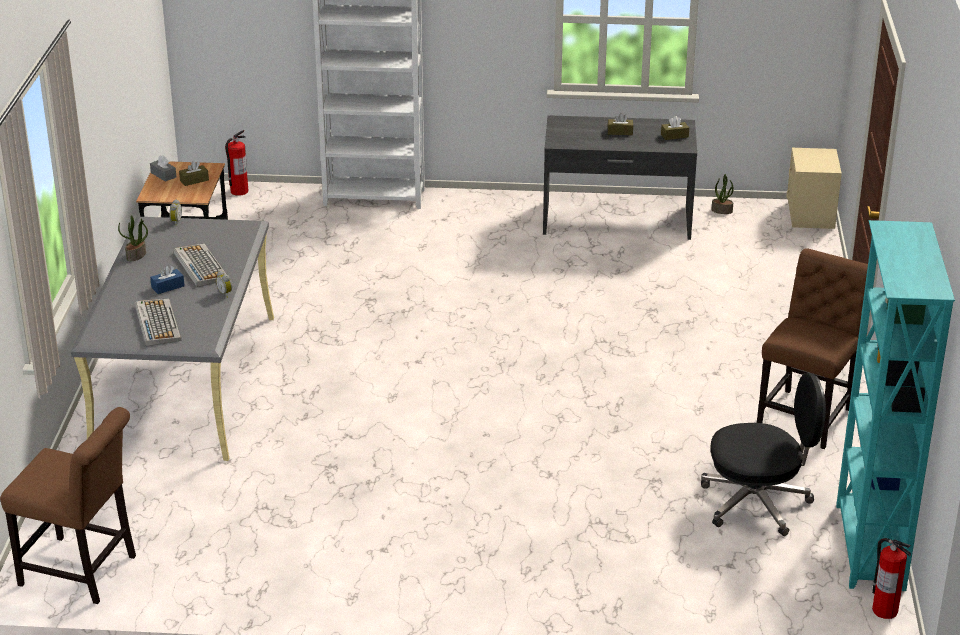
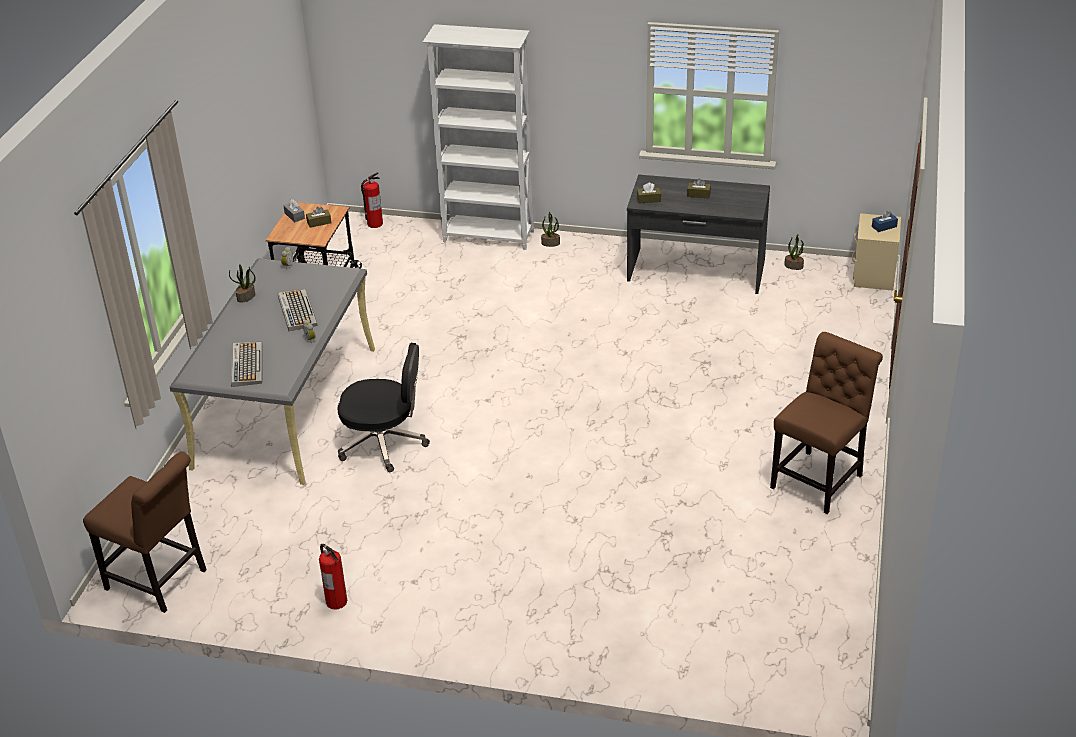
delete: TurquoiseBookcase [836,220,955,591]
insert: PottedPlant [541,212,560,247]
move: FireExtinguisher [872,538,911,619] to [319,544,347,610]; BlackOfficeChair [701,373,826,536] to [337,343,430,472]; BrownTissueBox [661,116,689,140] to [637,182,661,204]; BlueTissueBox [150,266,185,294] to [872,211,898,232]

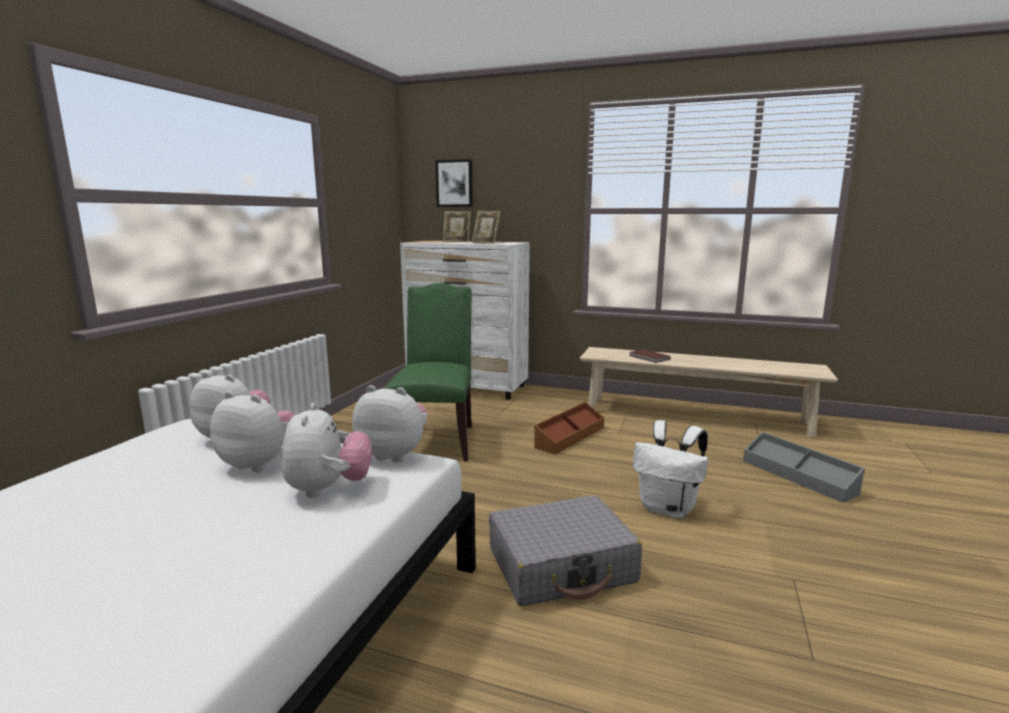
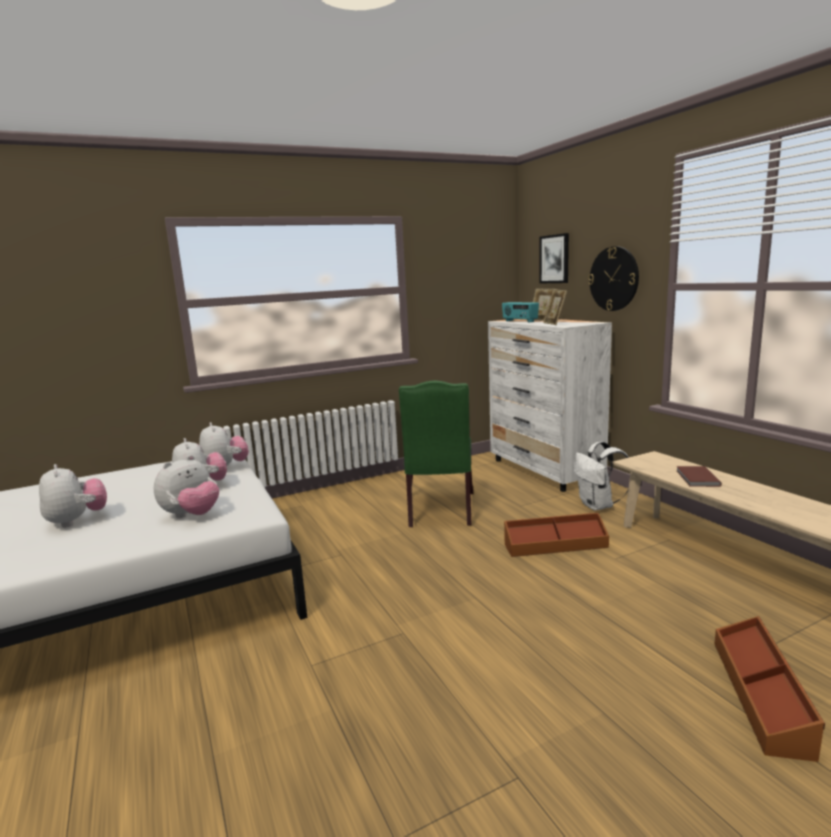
delete: GreySuitcase [489,495,642,606]
insert: Radio [502,302,539,323]; WallClock [588,246,639,311]
move: PlushToy [352,385,428,462] to [39,464,107,528]; WhiteBackpack [633,420,708,518] to [574,441,629,511]
recolor: GreyStorageBox [743,432,865,503] to BrownStorageBox [715,616,825,762]
rotate: GreenChair [384,283,472,461] = [399,381,473,527] 135 degrees clockwise

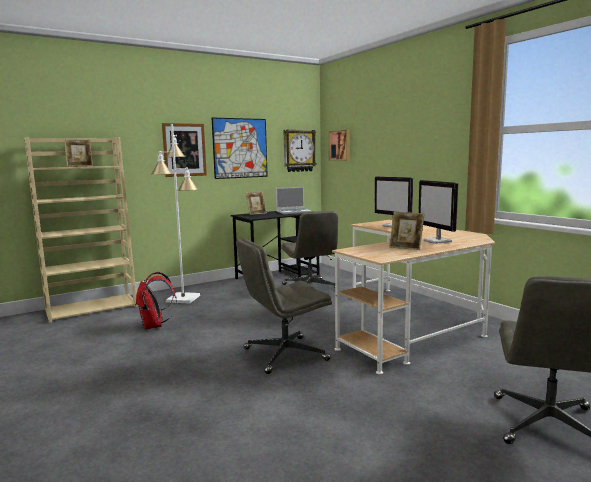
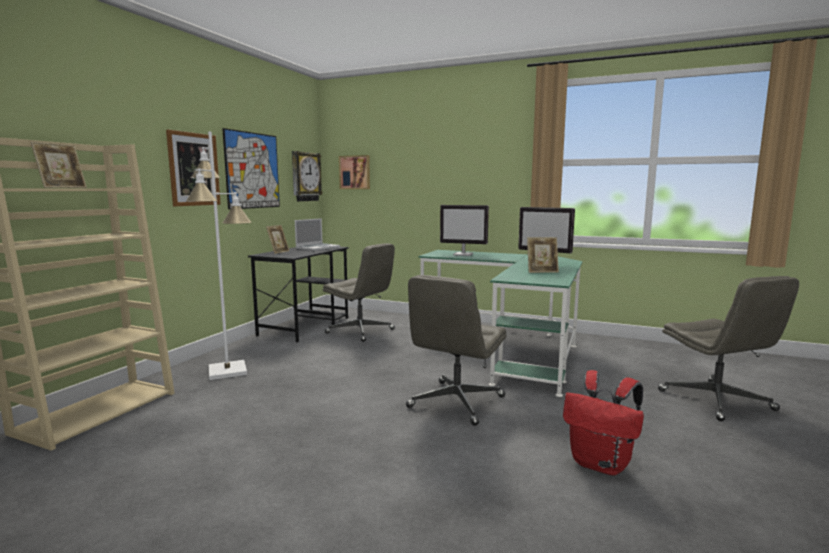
move: RedBackpack [136,272,177,329] to [563,370,644,475]
recolor: BeigeDesk [332,220,495,374] to GreenDesk [418,250,583,397]

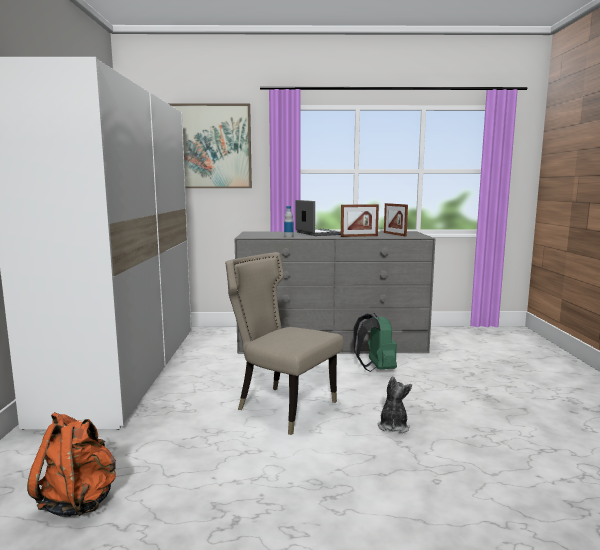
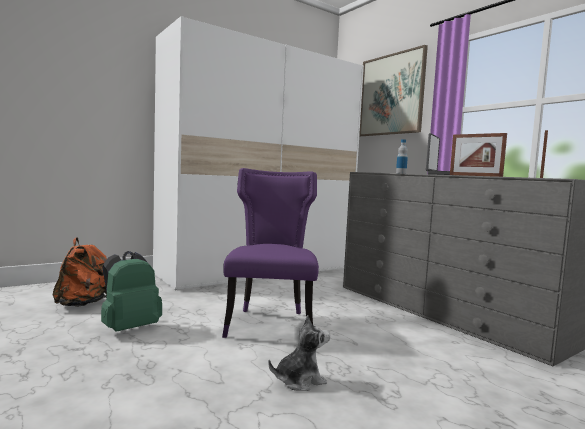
move: GreenBackpack [354,313,397,372] to [101,251,162,332]
recolor: BeigeChair [225,252,344,435] to PurpleChair [222,168,319,338]

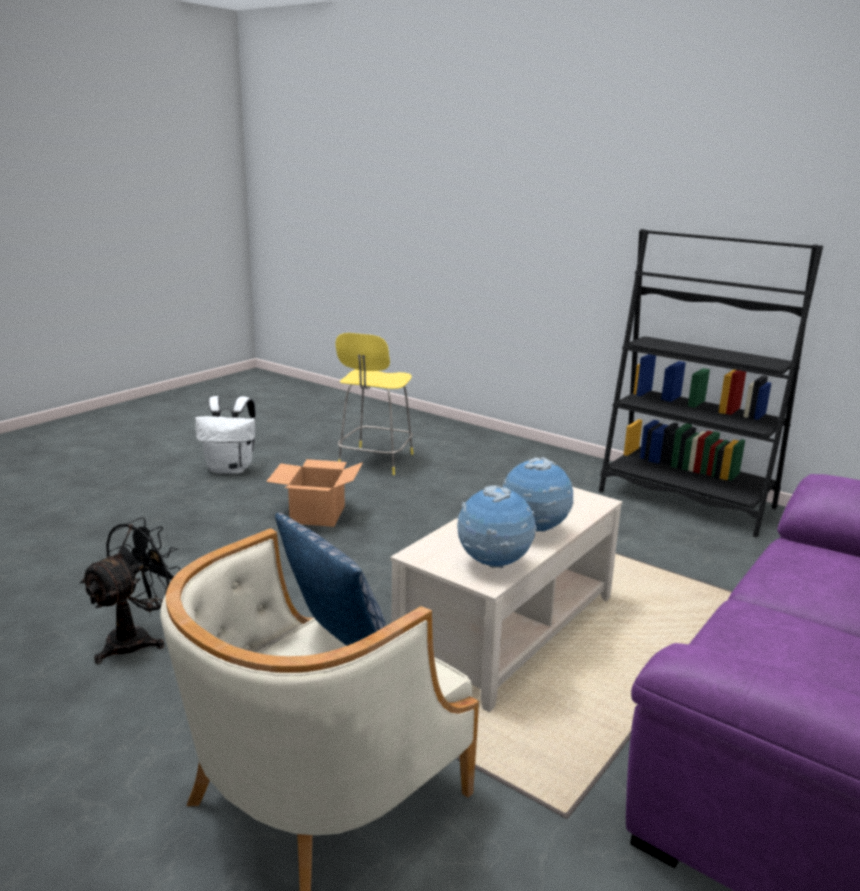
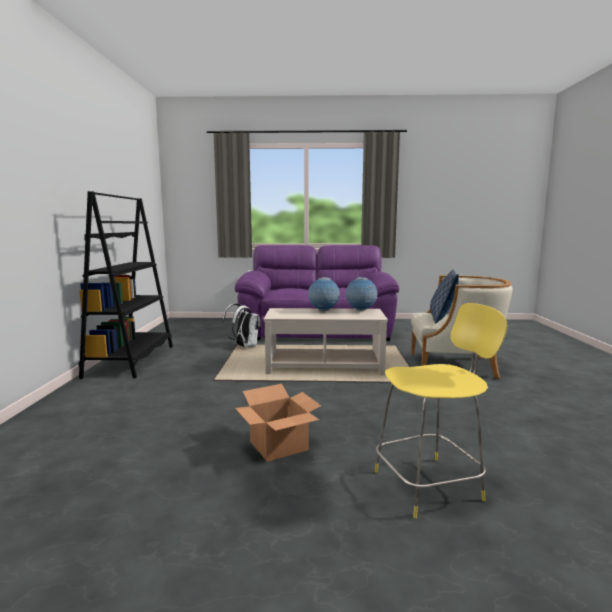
delete: BlackFan [80,517,181,664]
move: WhiteBackpack [195,396,256,474] to [222,303,261,348]; YellowStool [335,333,413,475] to [374,303,507,518]

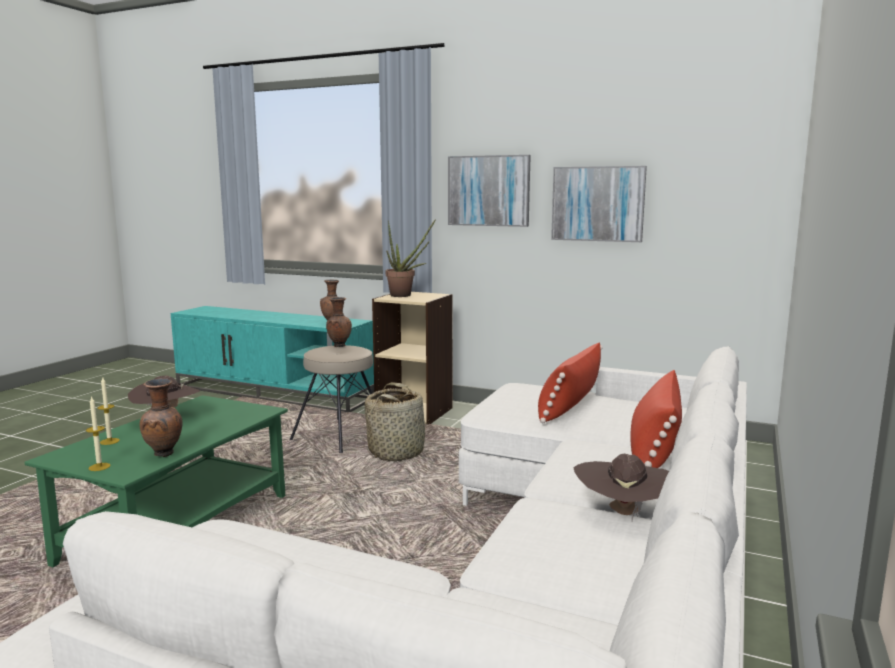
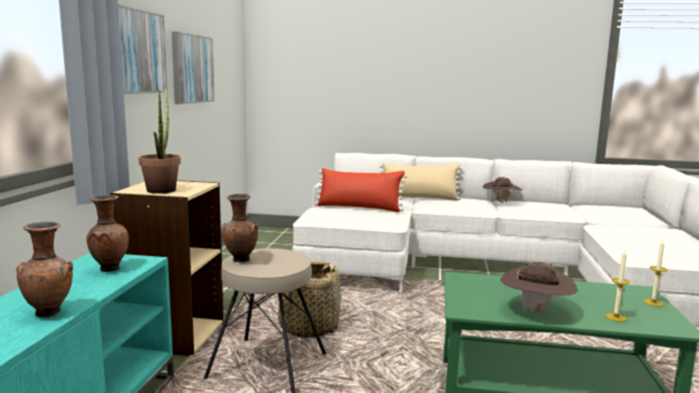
move: BrownVase [140,378,183,457] to [16,222,73,318]
recolor: RedPillow [630,370,682,468] to BeigePillow [380,163,462,201]

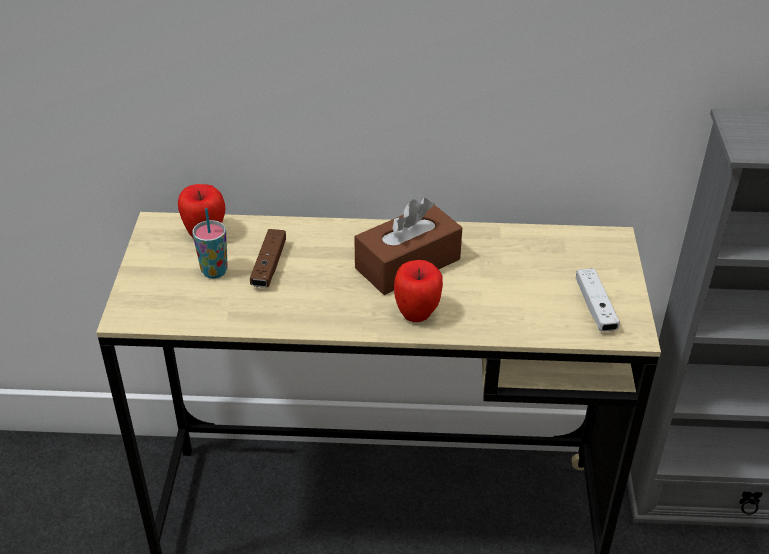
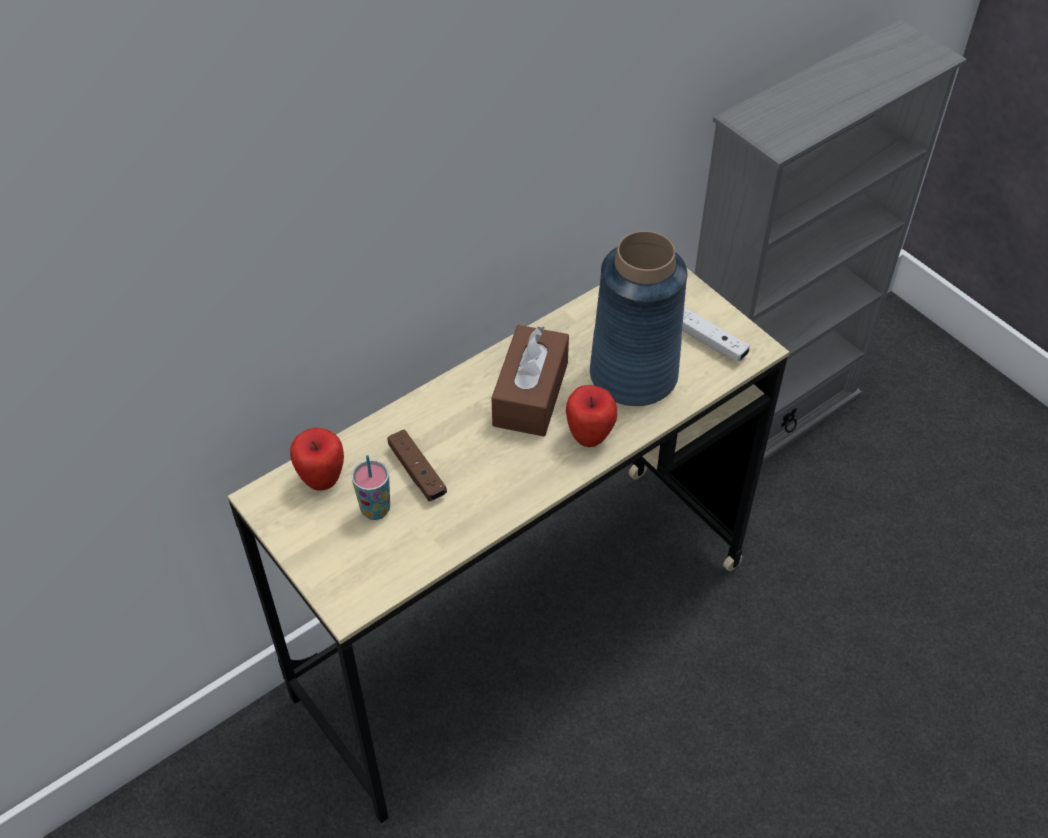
insert: BlueVase [590,231,687,406]

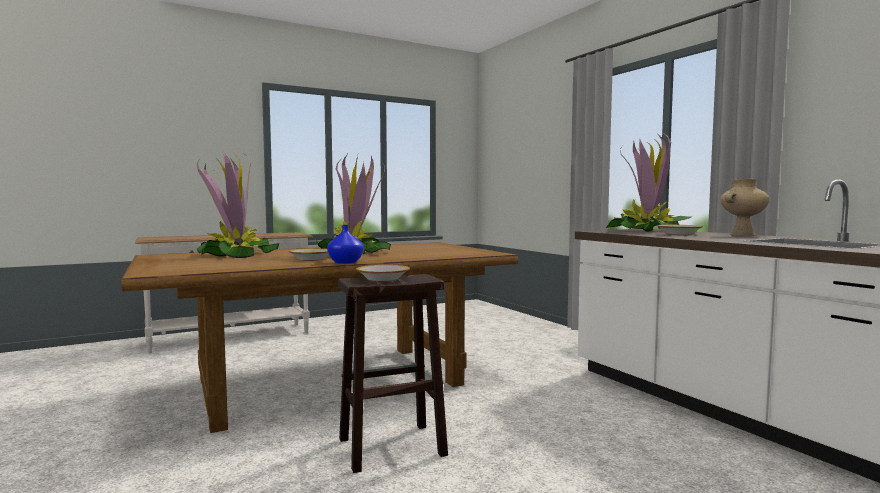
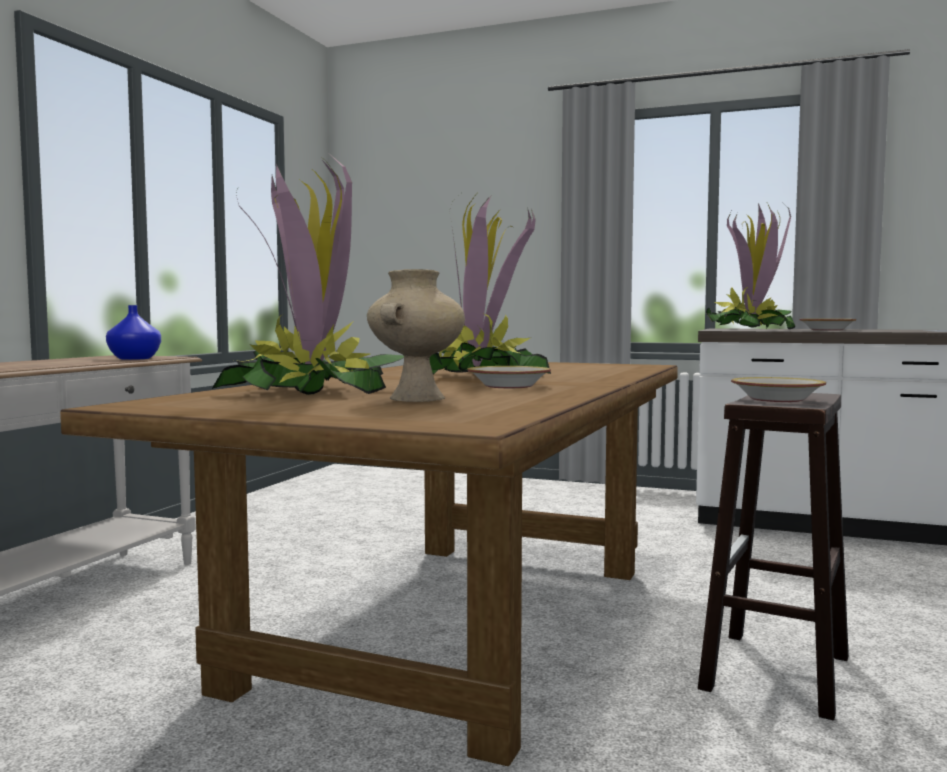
move: BlueVase [327,225,364,263] to [106,305,161,360]; BeigeVase [720,179,769,236] to [367,269,465,402]

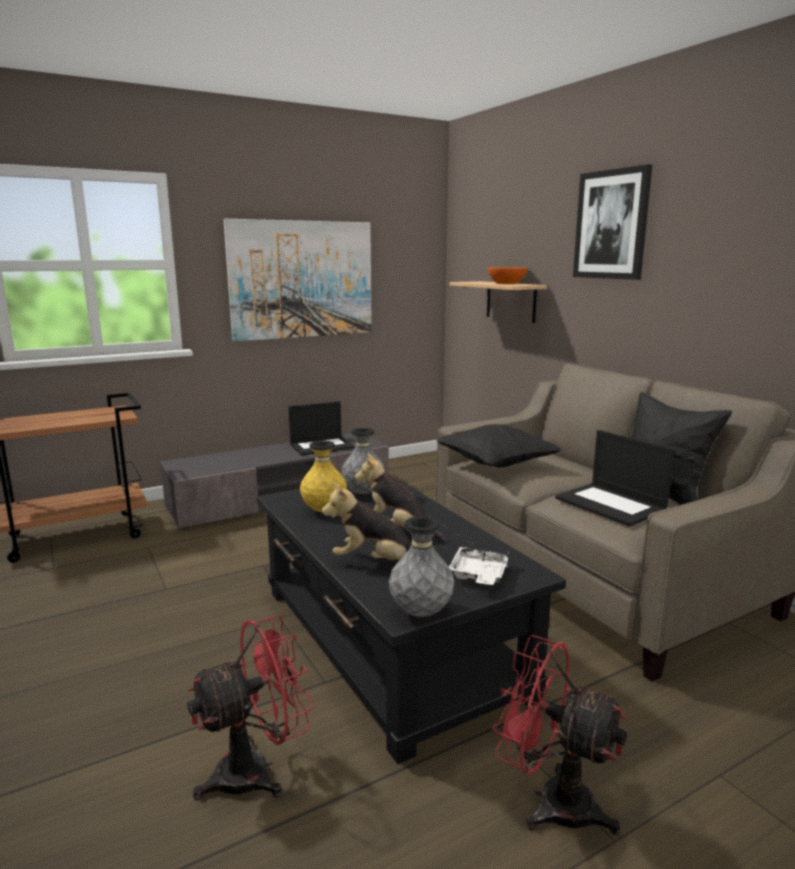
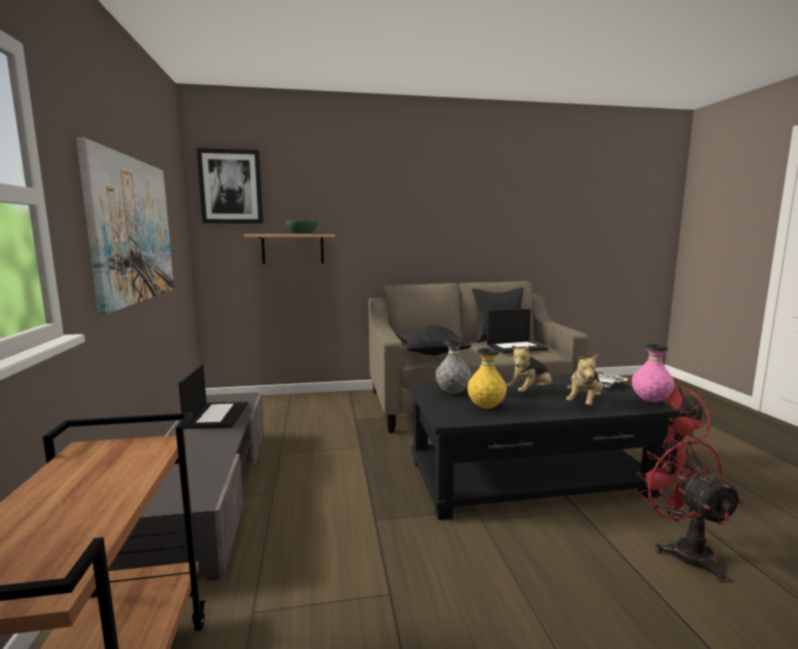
move: Picture [573,164,652,280] to [197,148,263,224]
recolor: OrangeBowl [488,267,528,284] to GreenBowl [286,221,318,234]; GreyVase [389,516,454,617] to PinkVase [632,344,674,402]

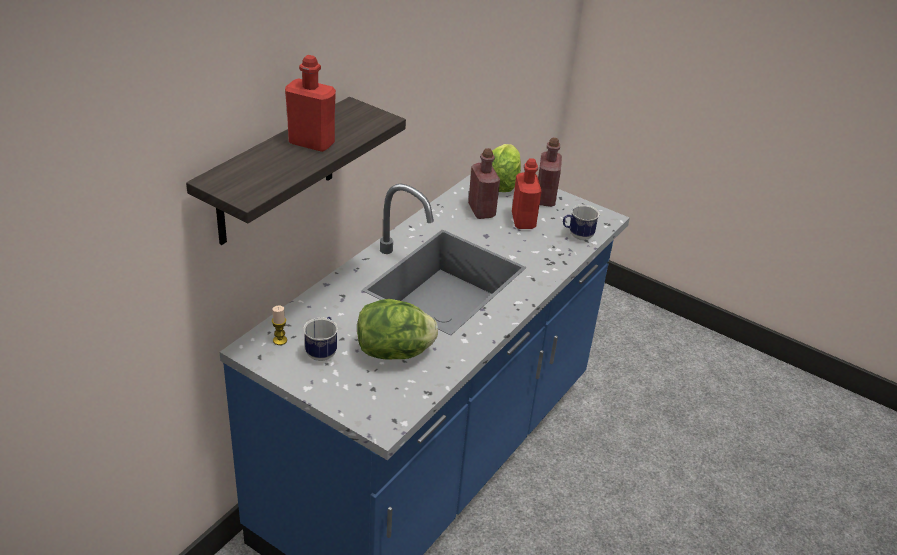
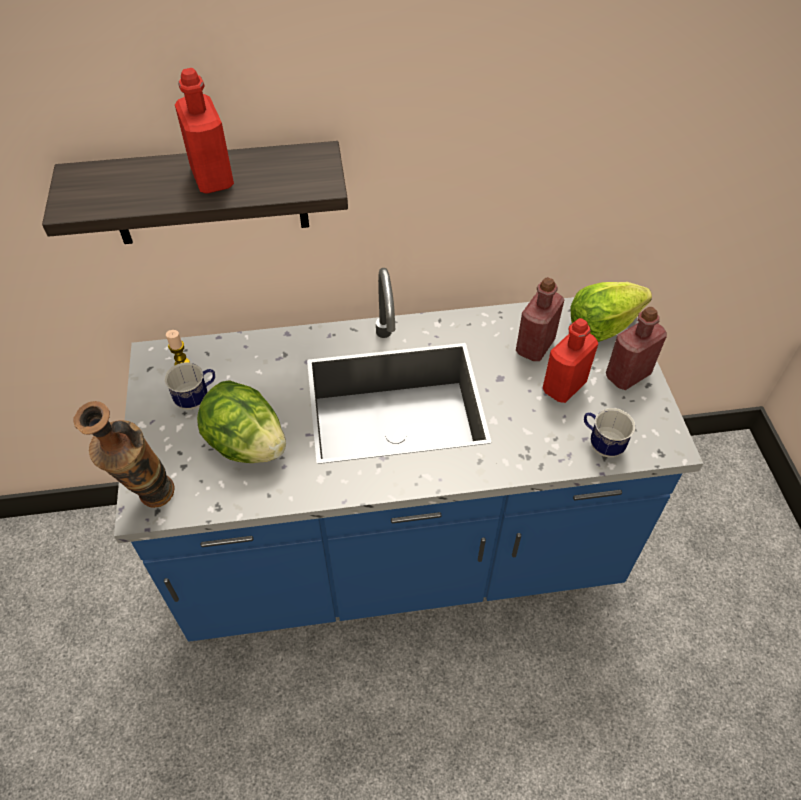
insert: Vase [73,401,174,508]

